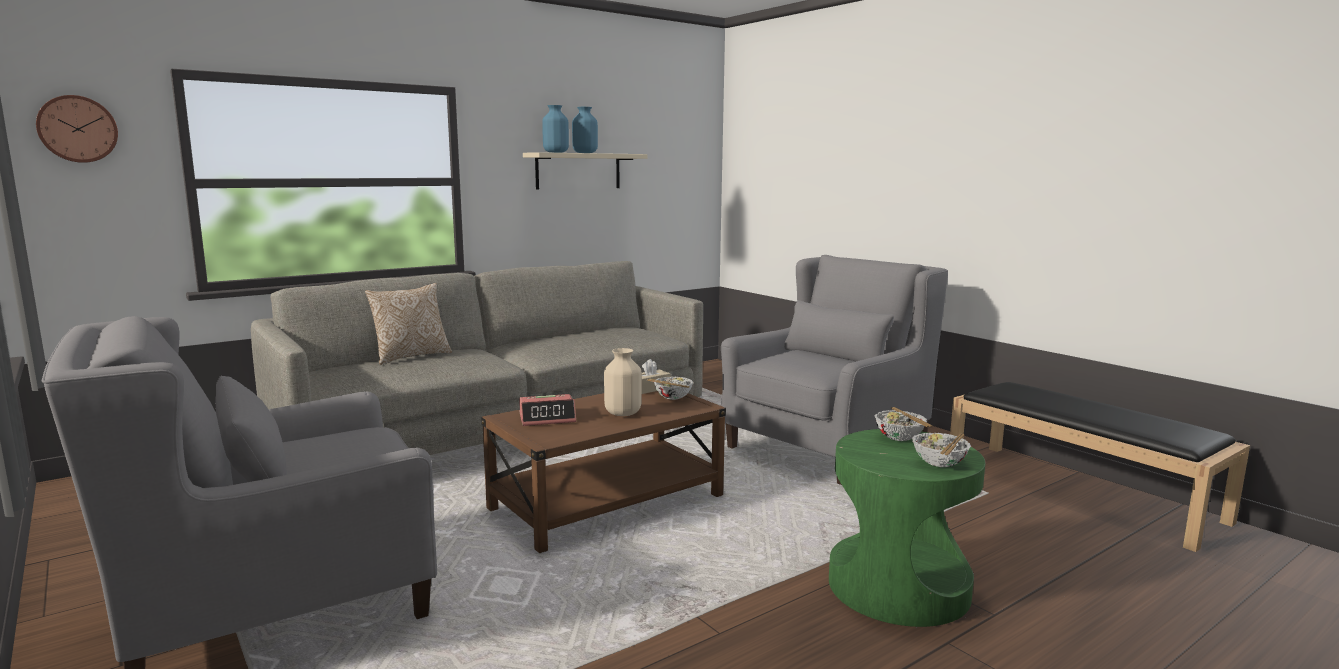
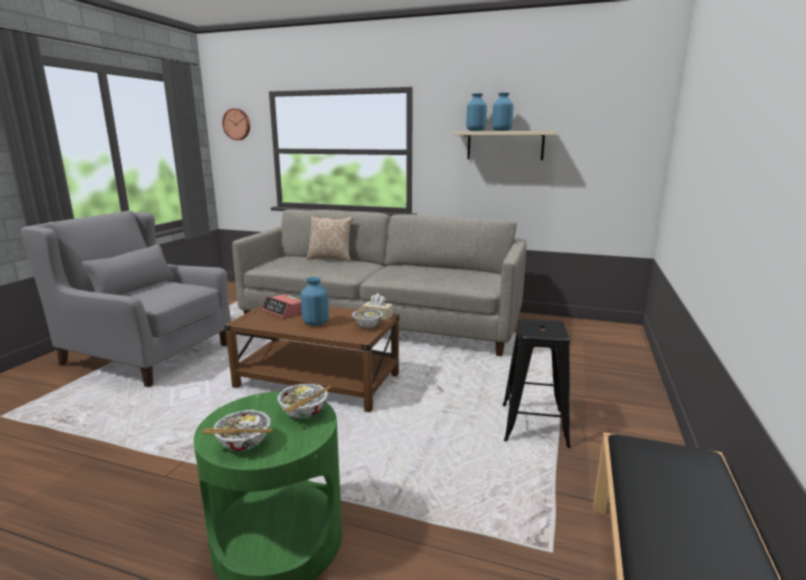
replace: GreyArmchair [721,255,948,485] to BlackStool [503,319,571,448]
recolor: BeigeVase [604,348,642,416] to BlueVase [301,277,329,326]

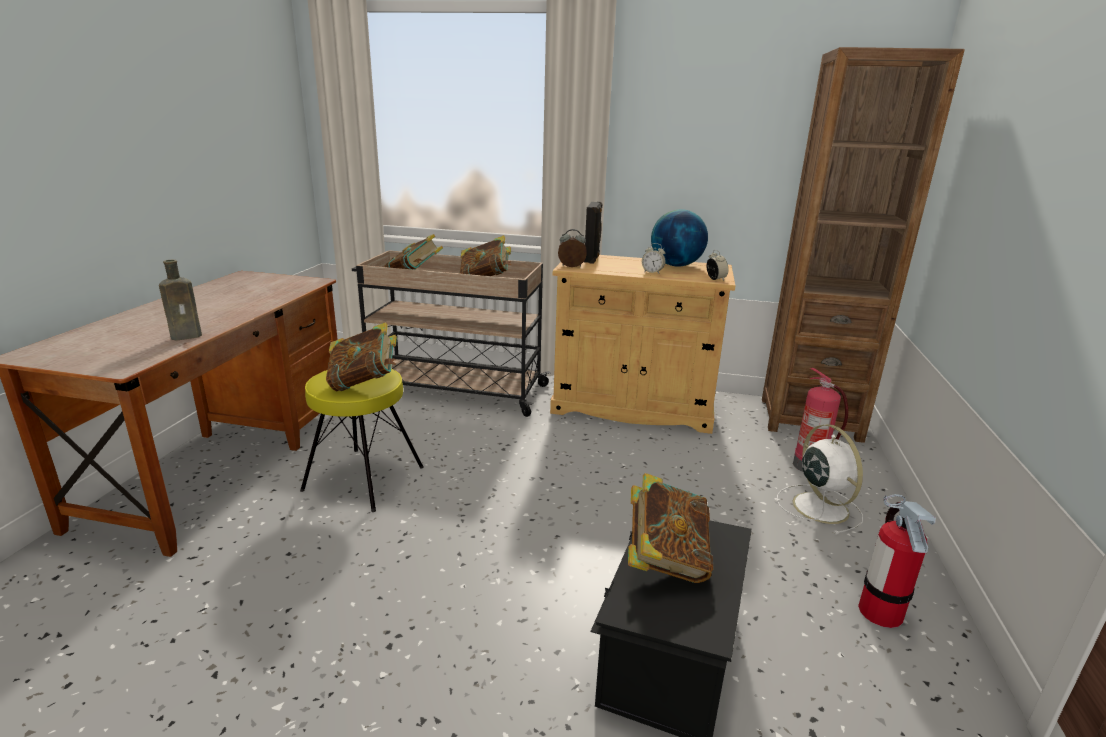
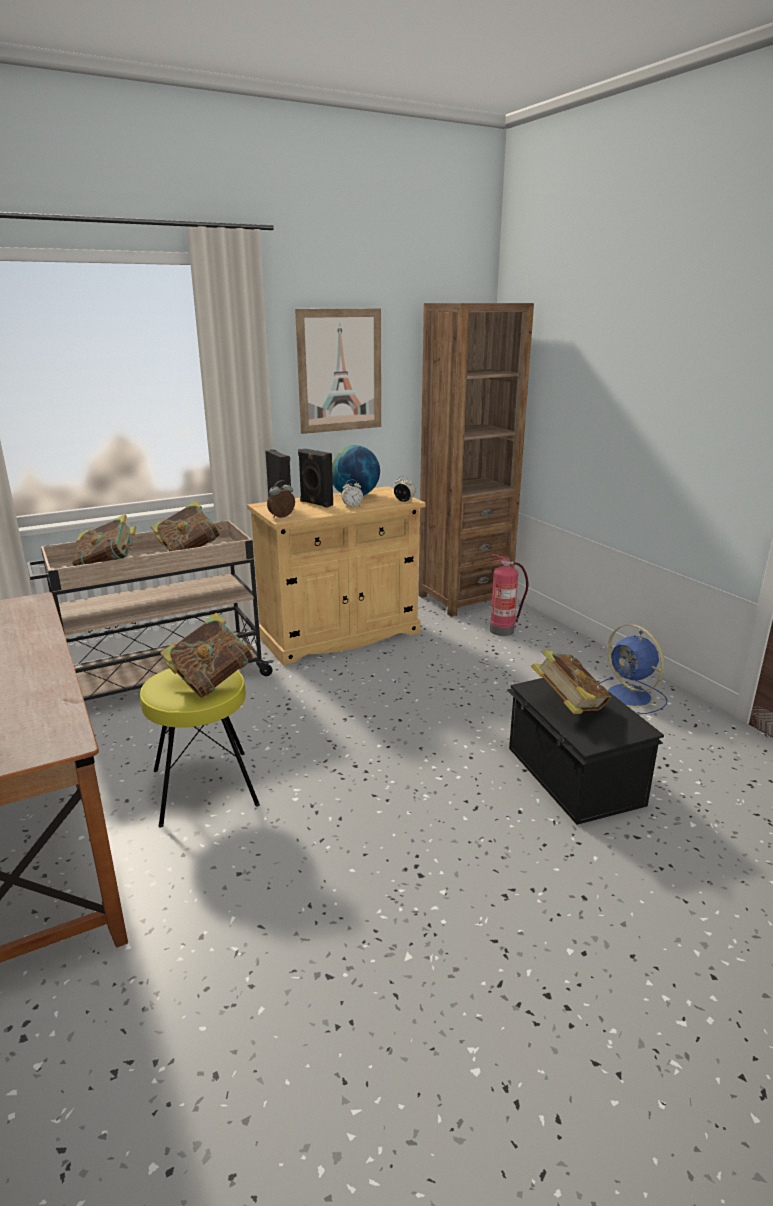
delete: BrownBottle [159,260,202,341]; WhiteFan [777,424,863,535]
insert: Picture [295,309,381,434]; BlackSpeaker [298,449,333,508]
replace: FireExtinguisher [858,494,936,628] to BlueFan [599,624,667,714]

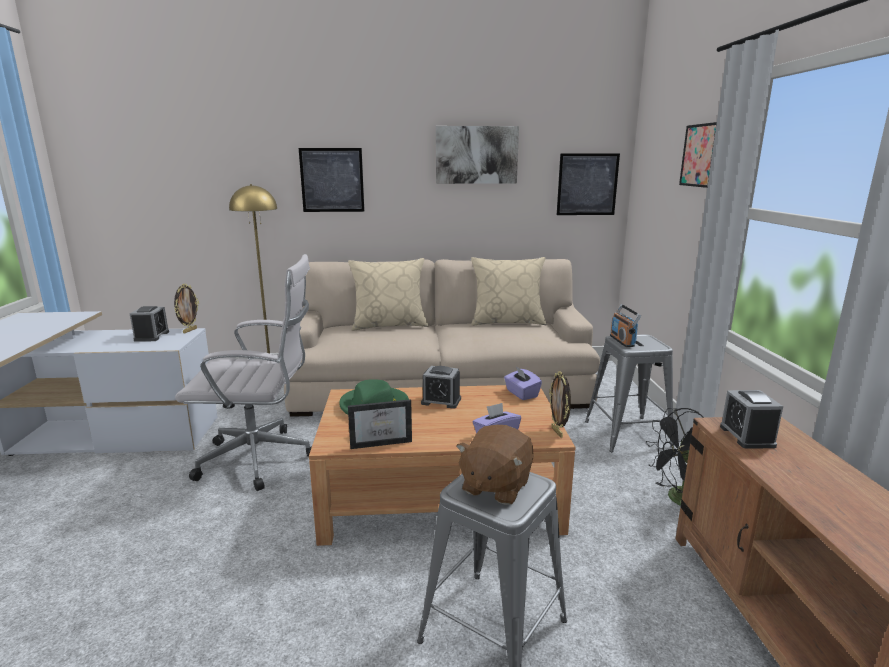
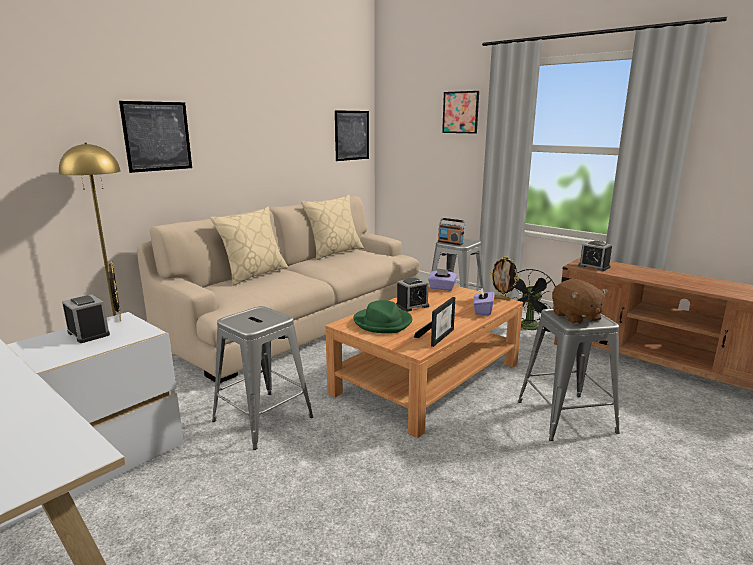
delete: Picture [436,126,519,184]
replace: WhiteOfficeChair [175,254,312,491] to GreyStool [212,306,313,450]

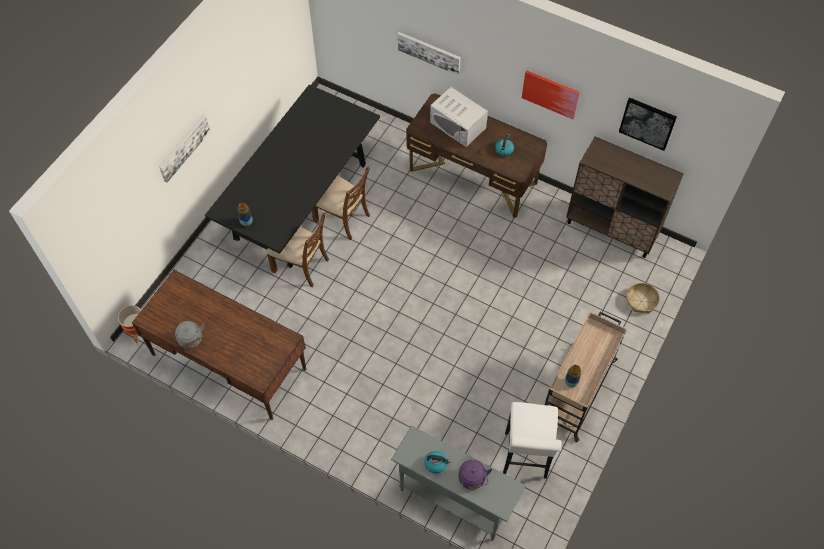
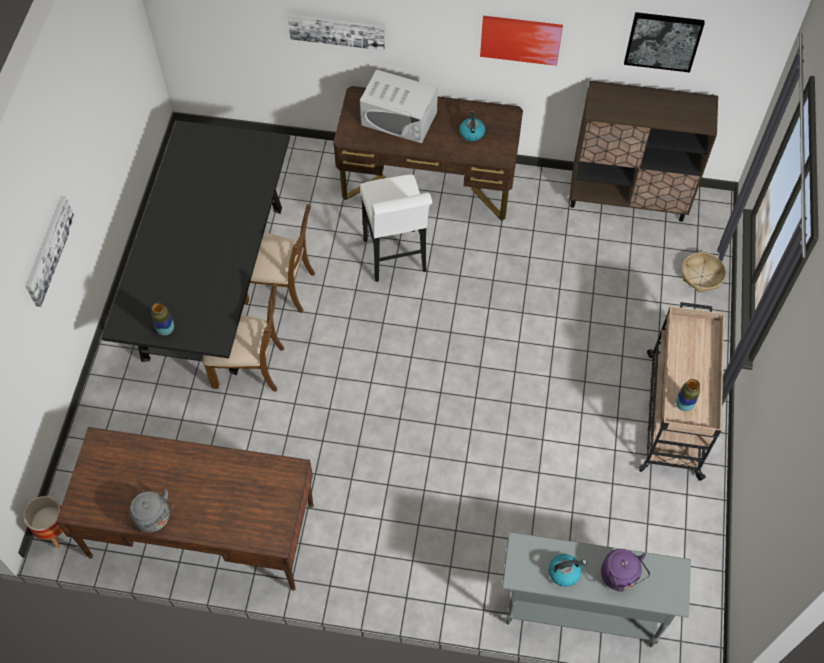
move: WhiteStool [503,402,562,479] to [360,174,432,282]

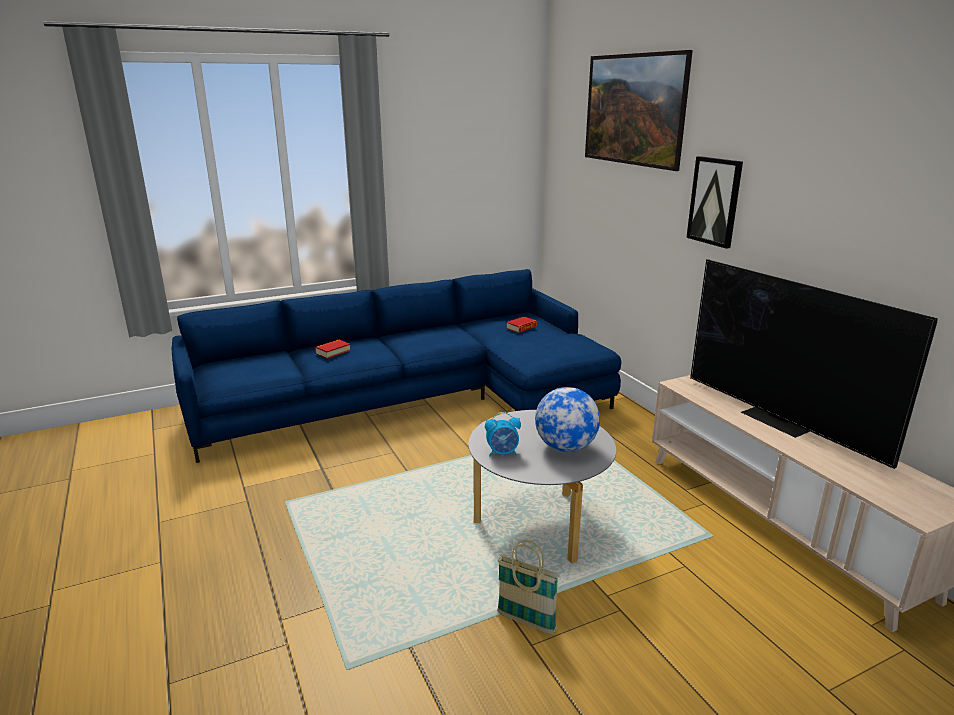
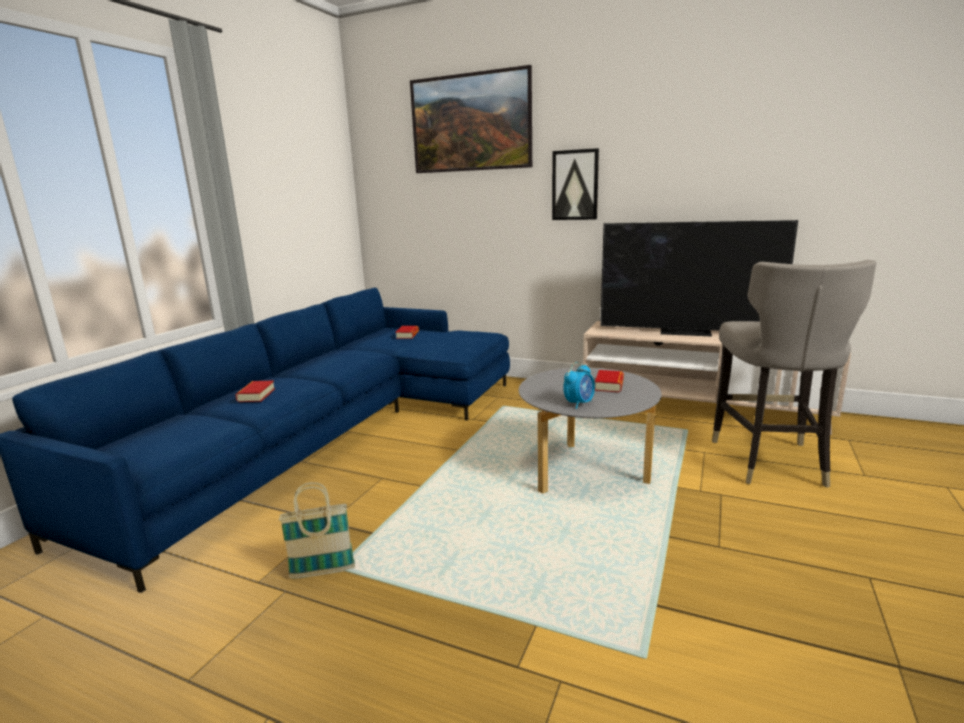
insert: GreyStool [712,260,876,488]
move: Basket [497,540,559,634] to [279,482,355,579]
replace: Globe [535,387,600,452] to Book [595,370,624,393]

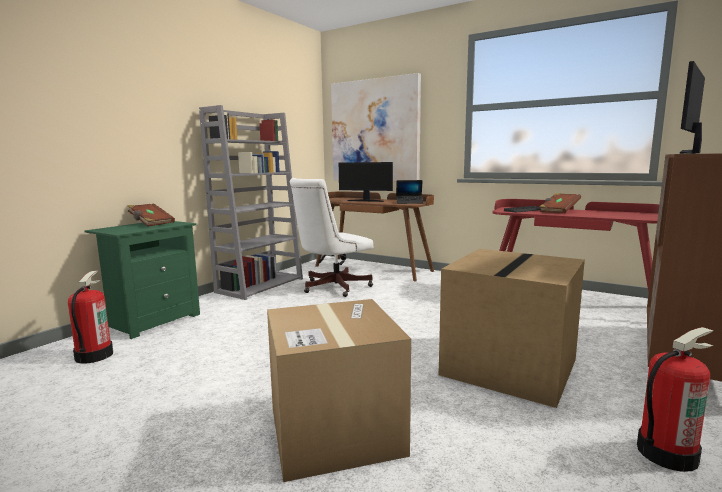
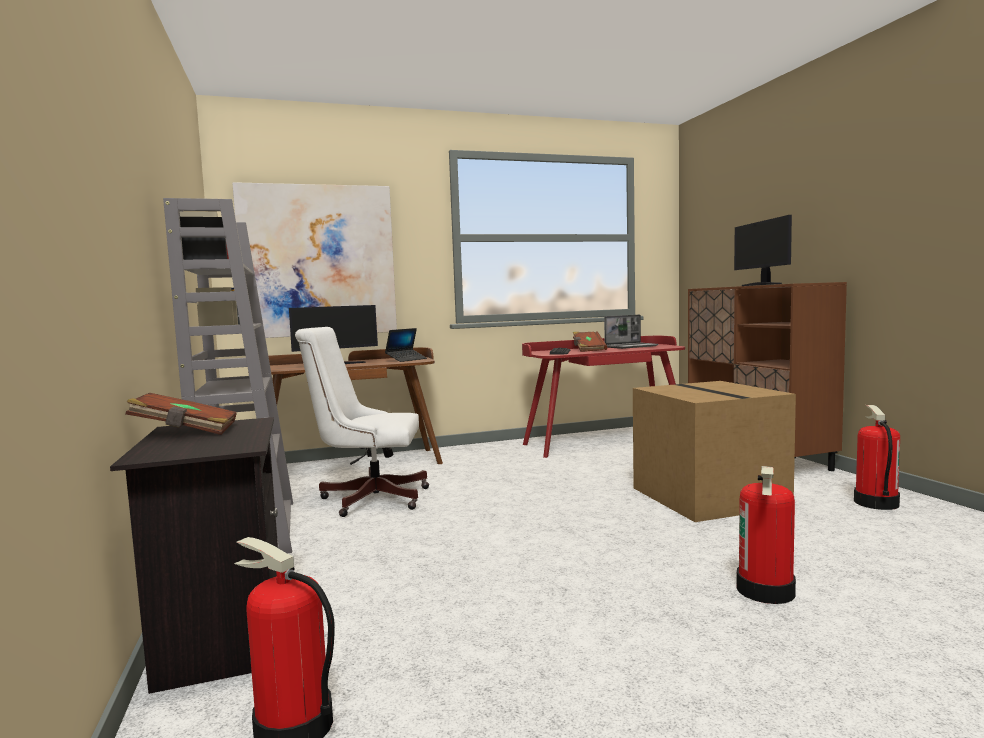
insert: Laptop [604,315,659,349]
replace: CardboardBox [267,299,411,482] to FireExtinguisher [736,466,796,604]
recolor: GreenNightstand [84,221,200,339] to BlackNightstand [110,417,278,694]
rotate: WhiteOfficeChair [290,178,373,297] = [295,327,429,517] 90 degrees clockwise

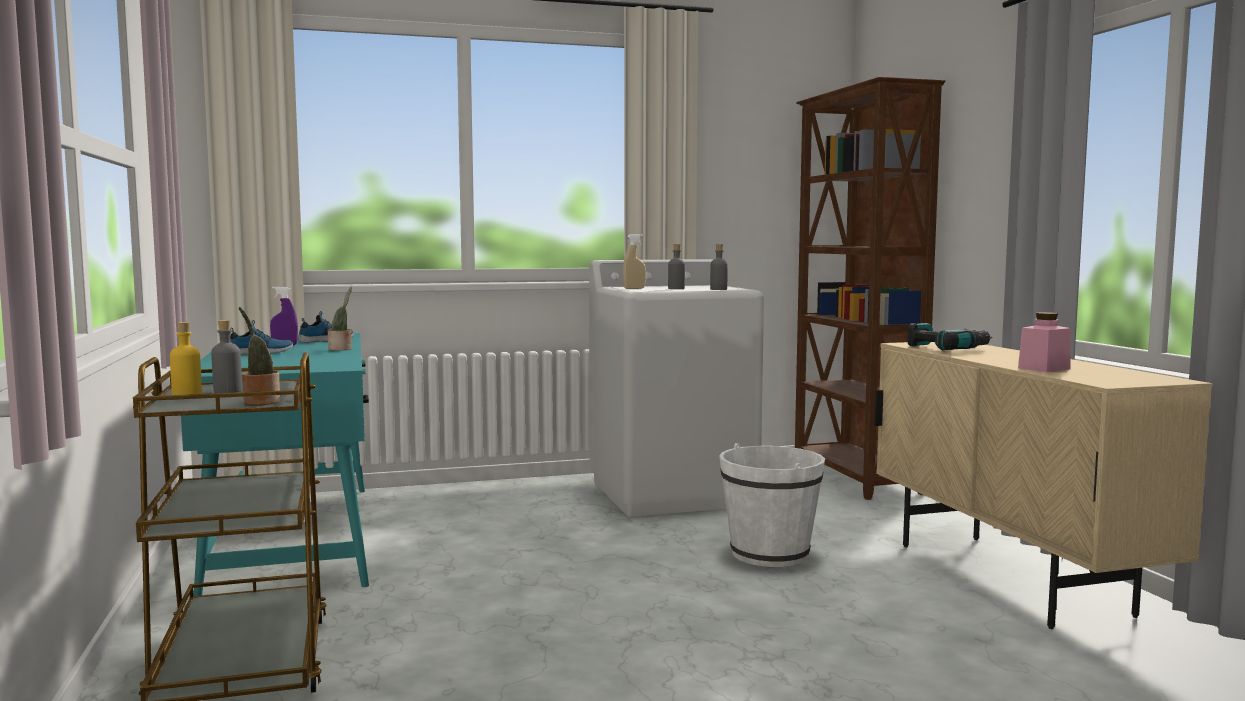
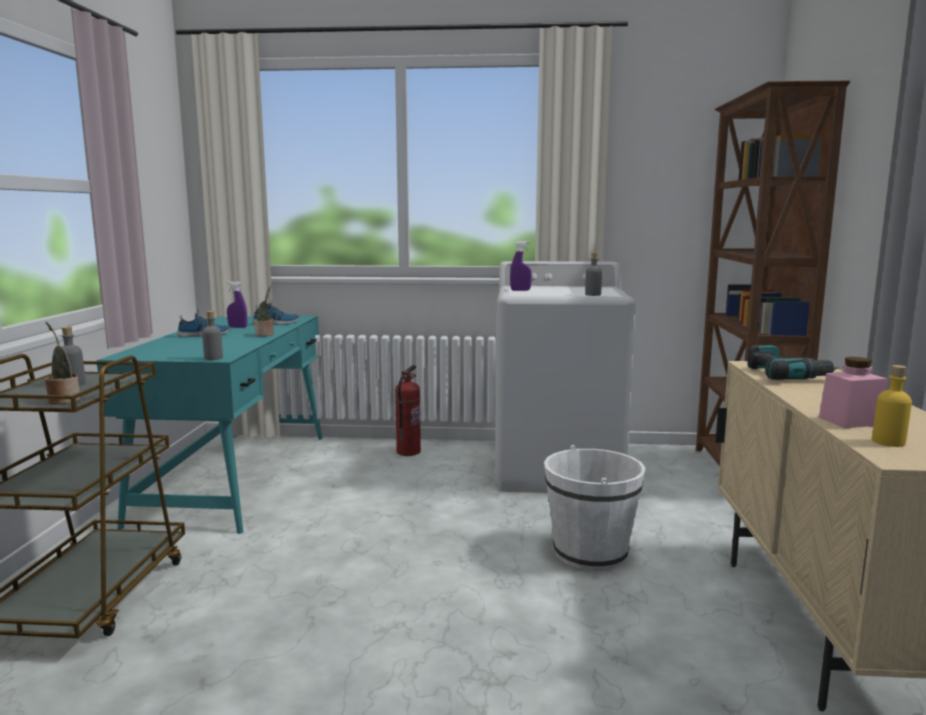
insert: FireExtinguisher [395,365,421,456]
move: GreyBottle [668,244,685,289] to [202,311,223,360]; YellowBottle [170,322,202,395] to [872,365,912,447]
recolor: BeigeSprayBottle [623,234,646,289] to PurpleSprayBottle [510,241,532,291]

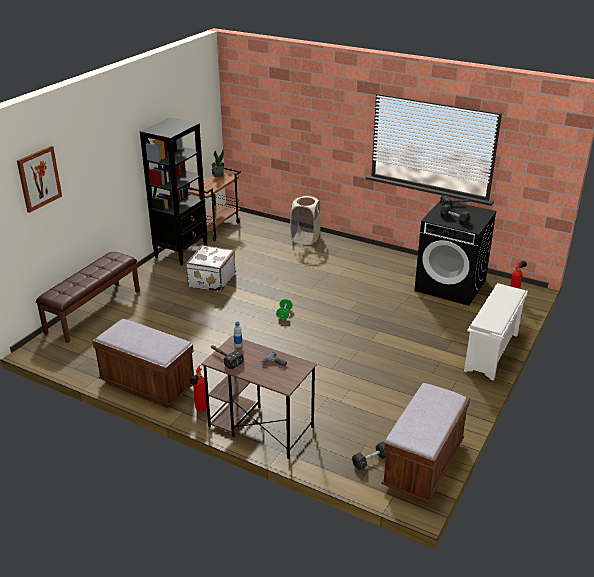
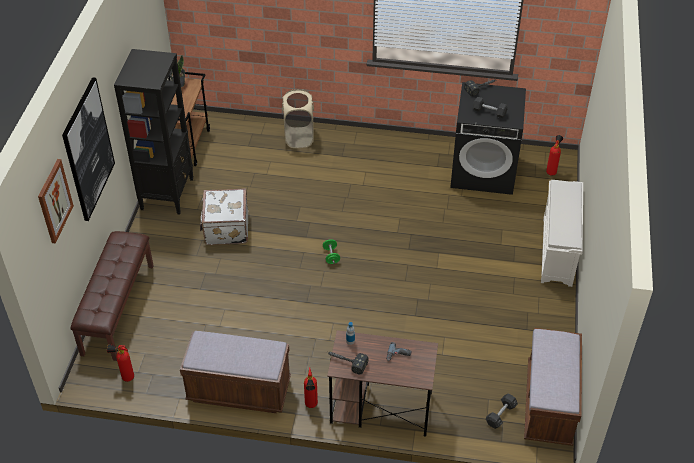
insert: Picture [62,77,115,221]; FireExtinguisher [107,344,134,382]

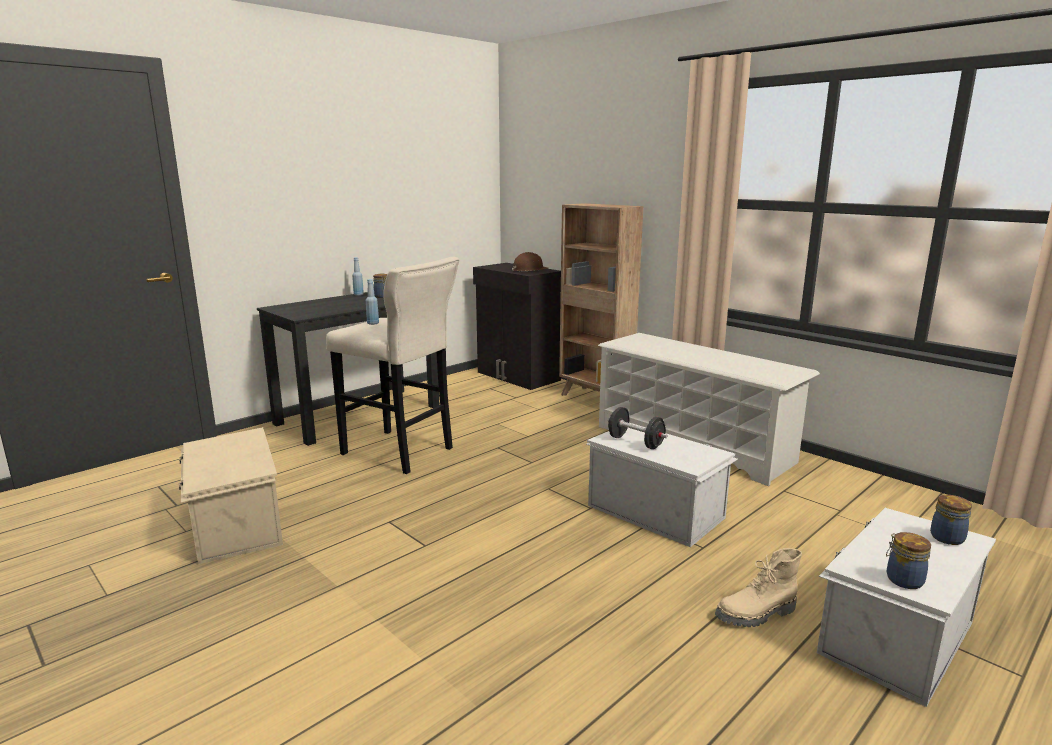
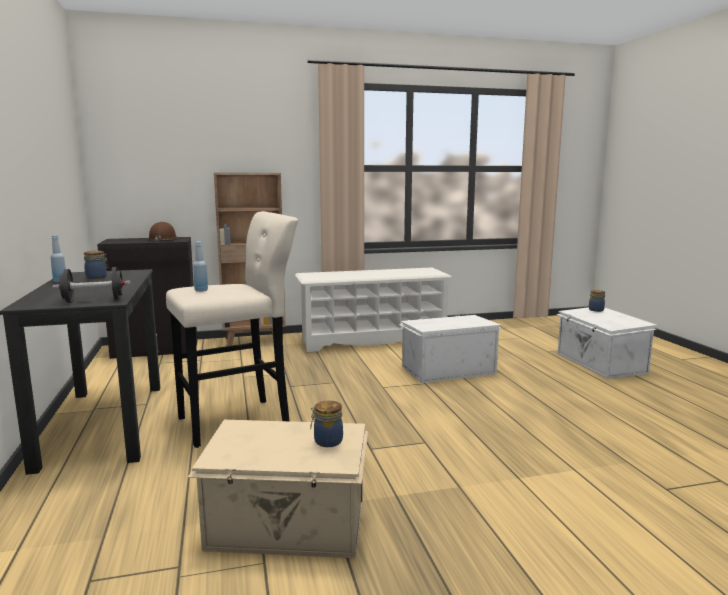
delete: BeigeBoot [715,548,802,627]
move: BlackDumbbell [608,407,667,449] to [53,267,130,303]; Jar [886,532,931,589] to [310,401,343,447]

